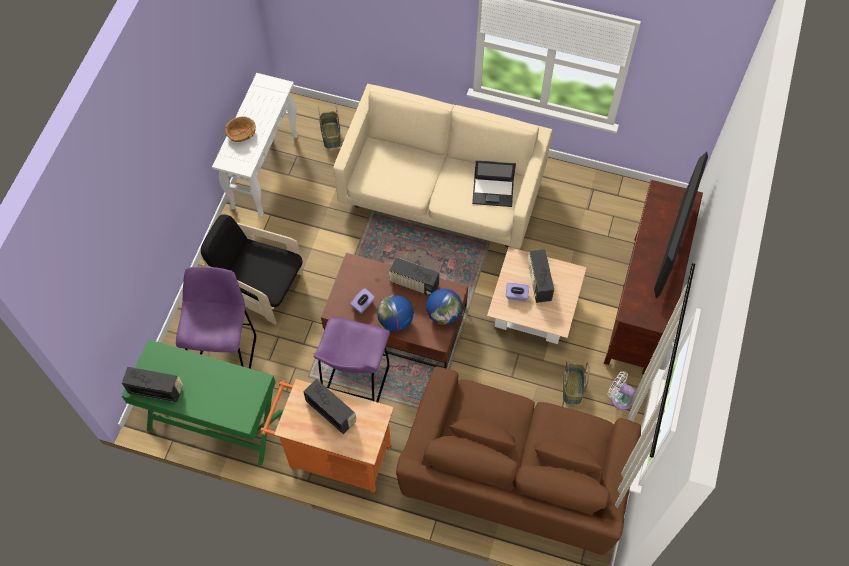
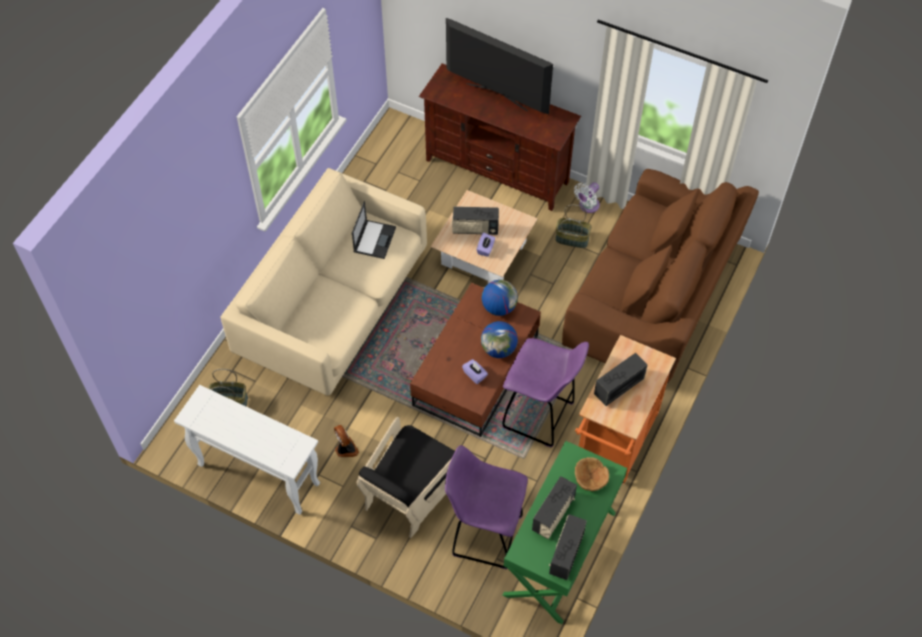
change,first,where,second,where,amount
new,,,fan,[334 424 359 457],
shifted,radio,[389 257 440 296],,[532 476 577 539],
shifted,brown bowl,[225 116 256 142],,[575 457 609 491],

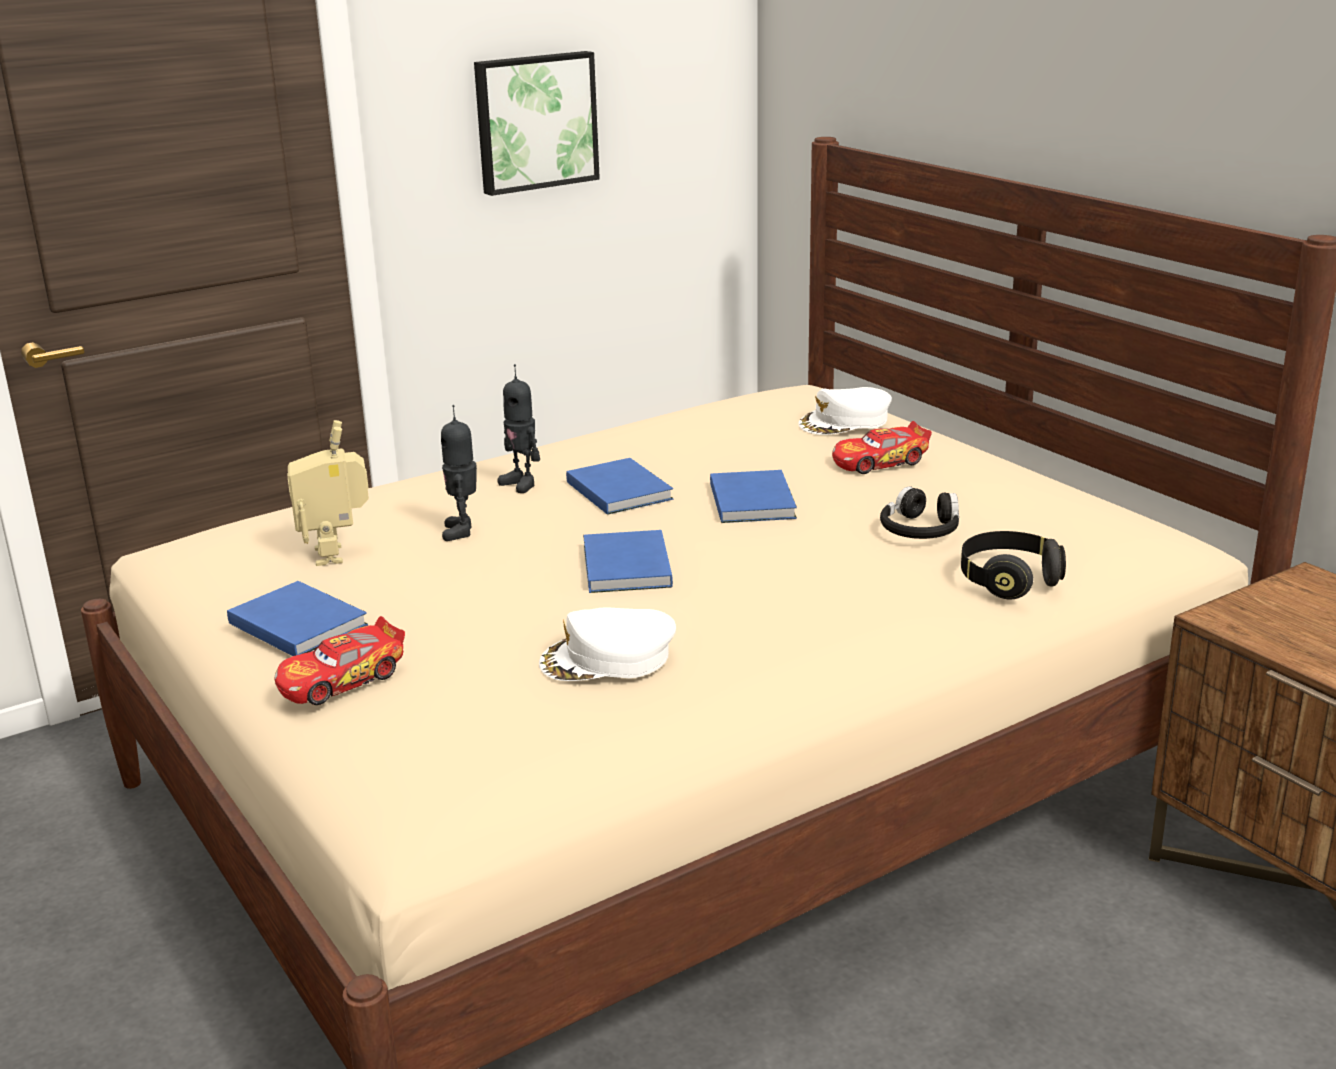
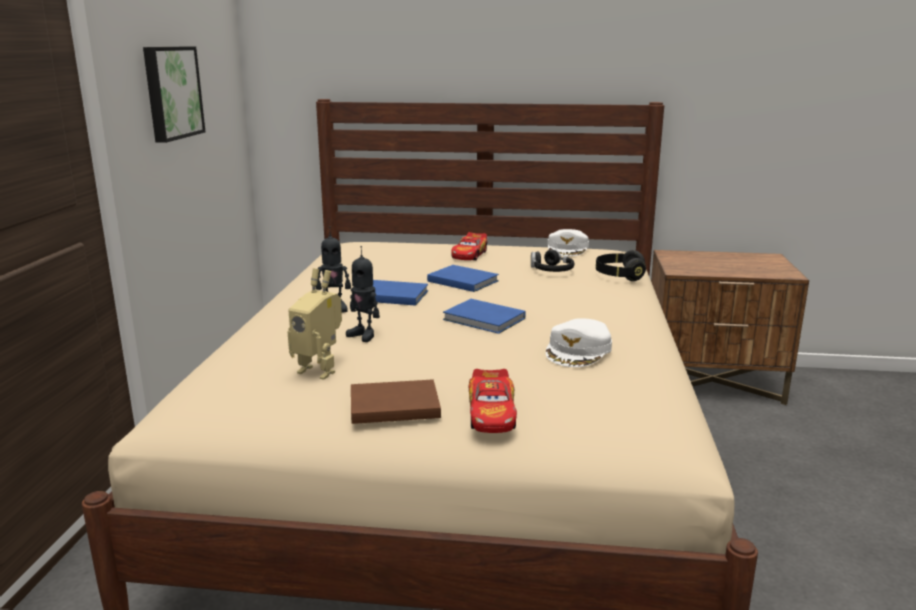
change,first,where,second,where,amount
repainted,blue book,[227 581 368 656],brown book,[351 379 441 424],
shifted,white cap,[798 387 892 435],,[548 229 589 256],

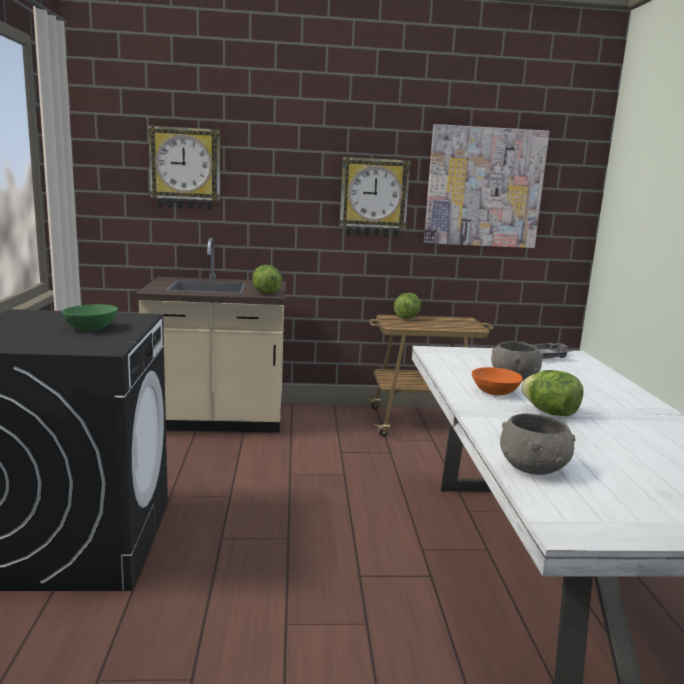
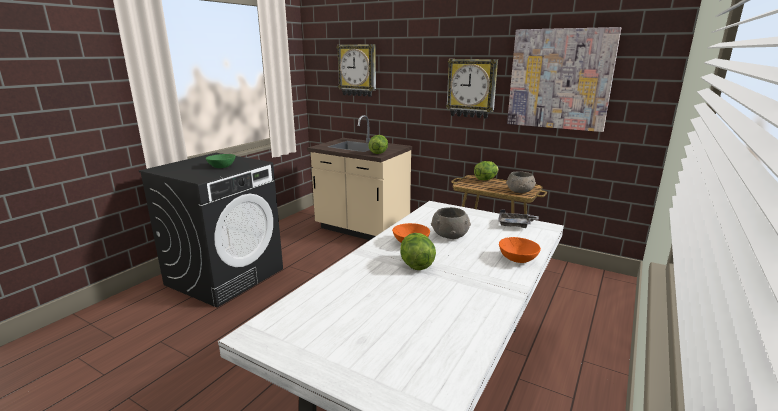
change,first,where,second,where,amount
new,,,orange bowl,[499 237 541 263],
shifted,grey bowl,[500 413 575 475],,[506 172 536 193],

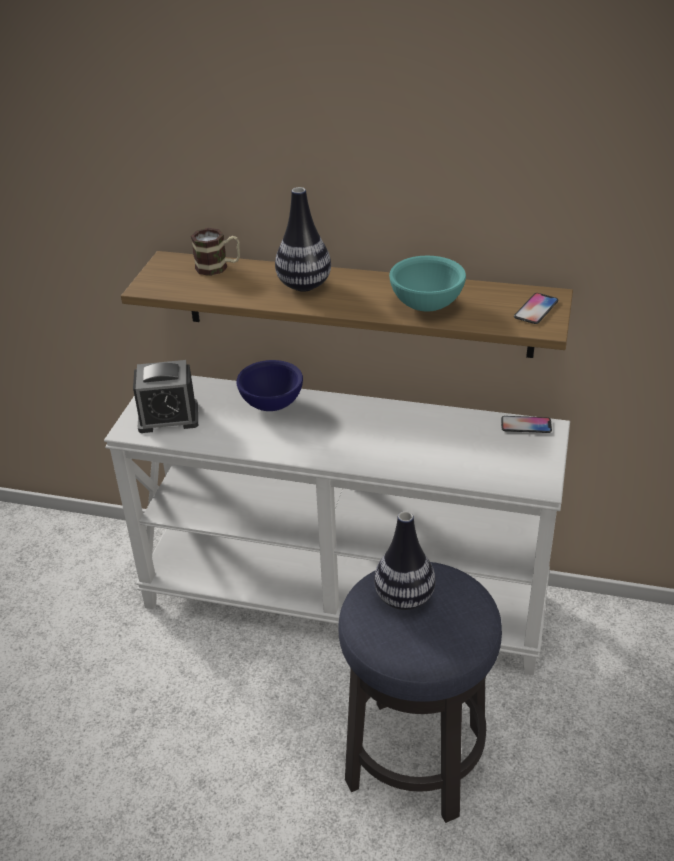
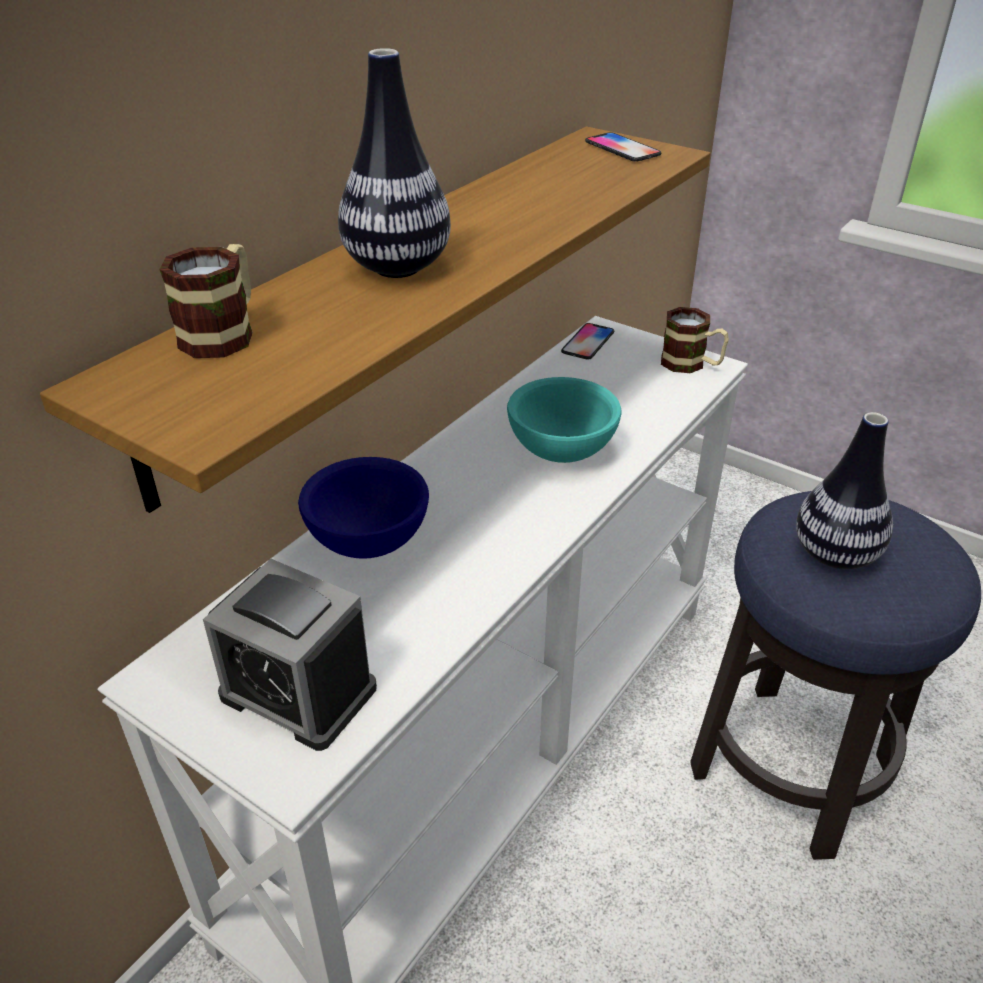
change,first,where,second,where,amount
rotated,alarm clock,[133 360 198 433],,[203 559 377 751],105 degrees clockwise
shifted,turquoise bowl,[389 256 466 312],,[507 377 622 463],
new,,,mug,[661 307 729 373],

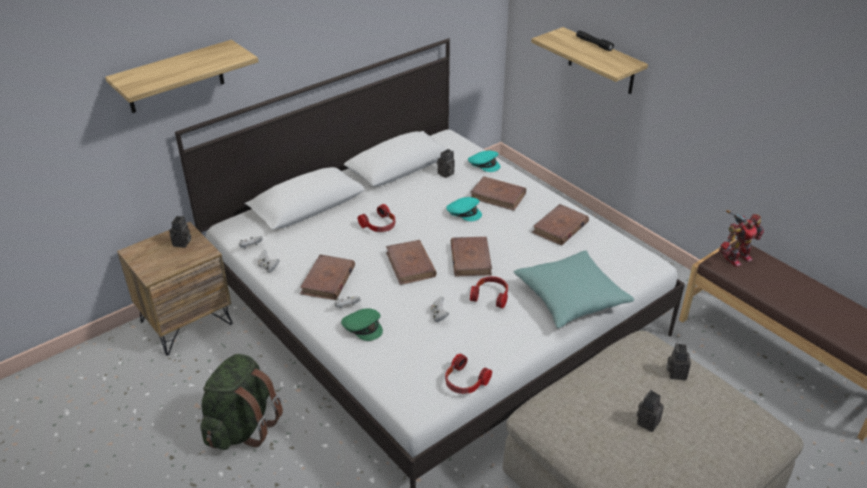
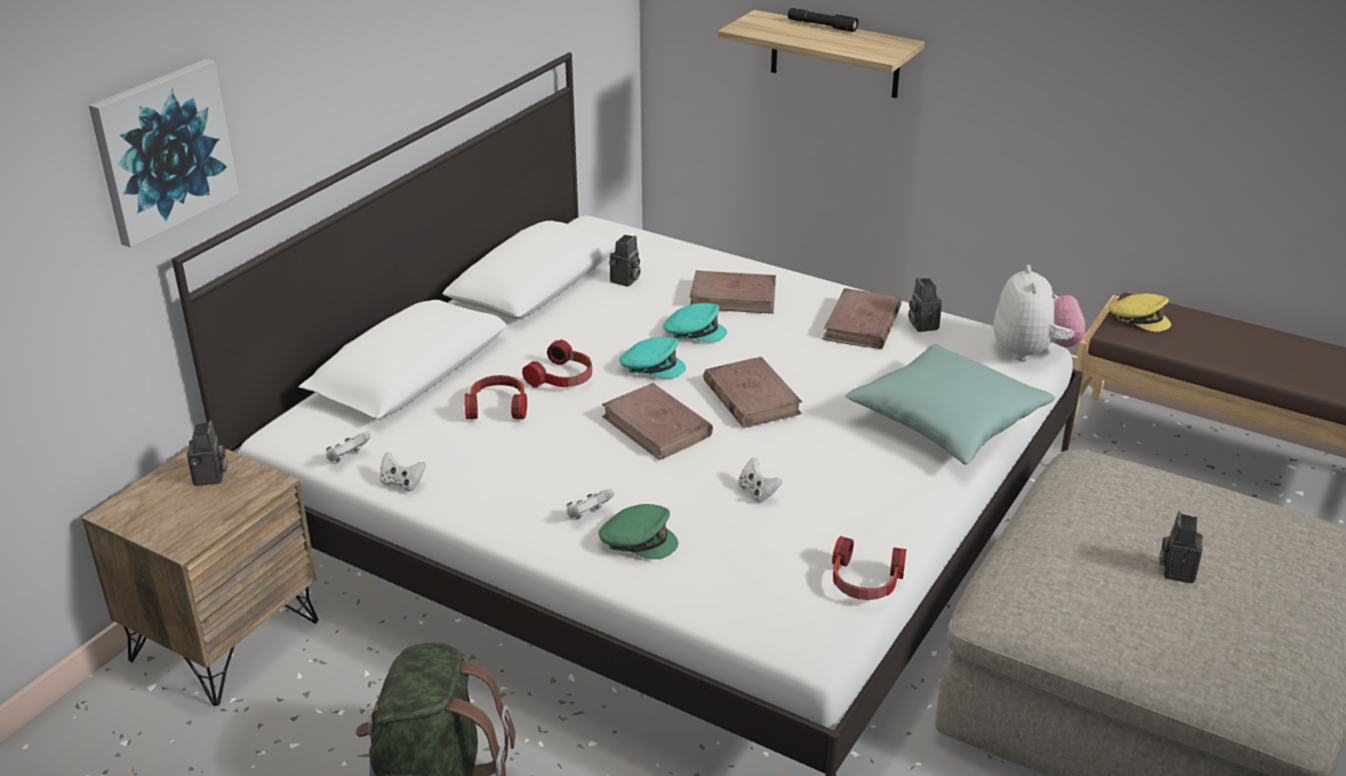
change,first,where,second,where,amount
swapped,shelf,[105 40 259 113],picture,[89 59 239 248],
shifted,headphones,[470 276 508 308],,[465 375 527 419],
shifted,turquoise cap,[468 150 500 172],,[619 337 686 379],
shifted,photo camera,[666 343 691 380],,[908 277 942 332],
new,,,plush toy,[994 265 1085 361],
swapped,toy robot,[719 210 764 267],yellow cap,[1109 293 1171 332],
gone,brown book,[300 255 355 300],,,

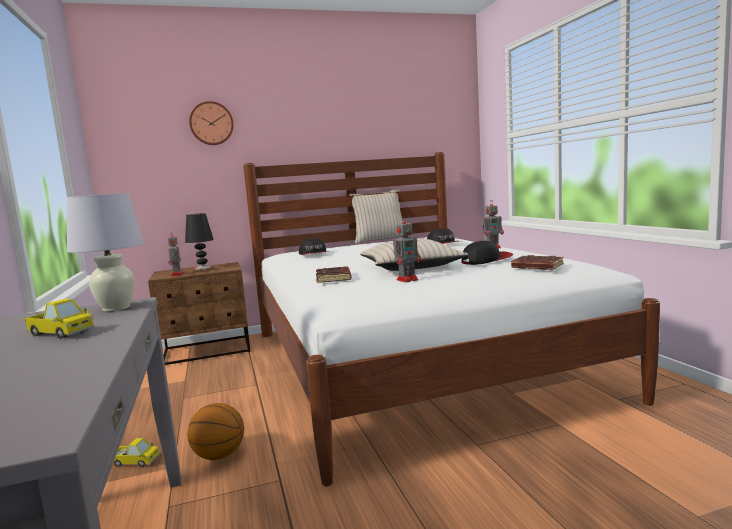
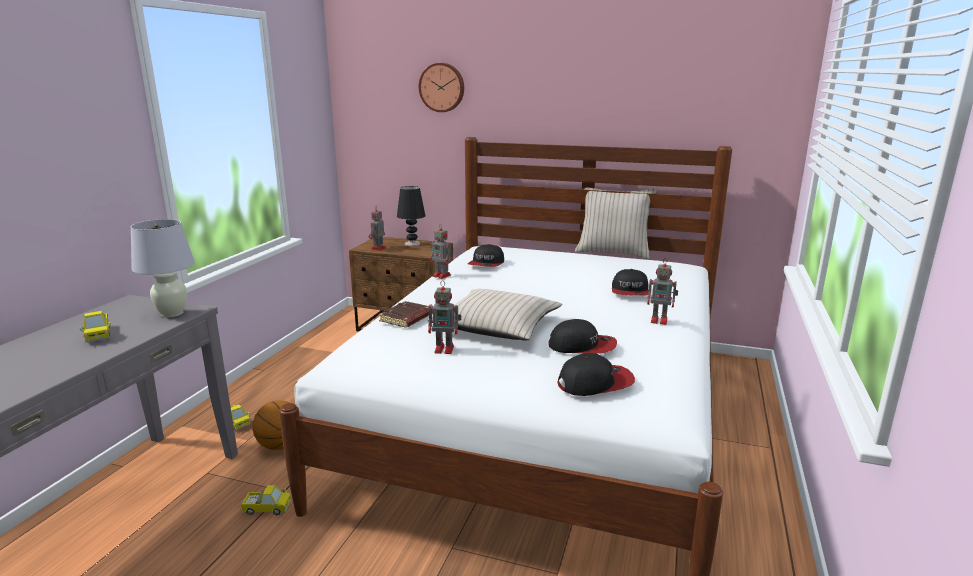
change,first,where,second,where,amount
new,,,toy truck,[241 485 292 515],
new,,,toy robot,[429 225 453 279],
swapped,brown book,[511 255 564 270],cap,[557 353 635 396],

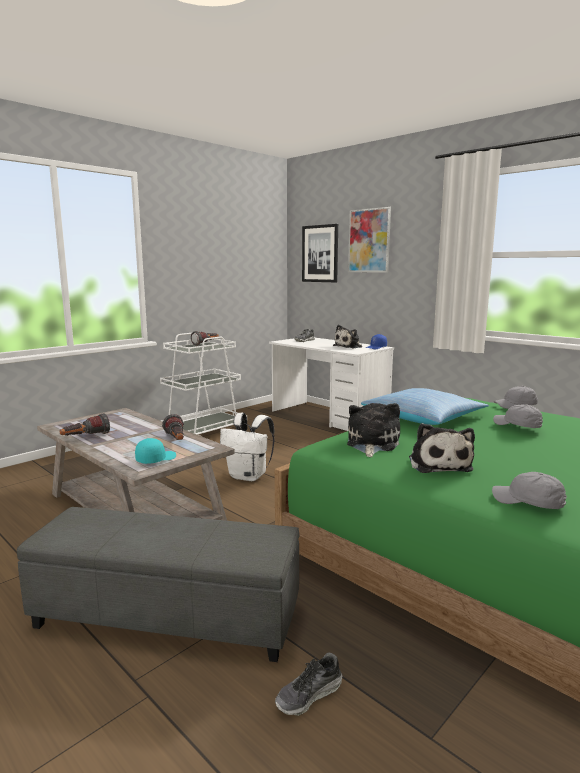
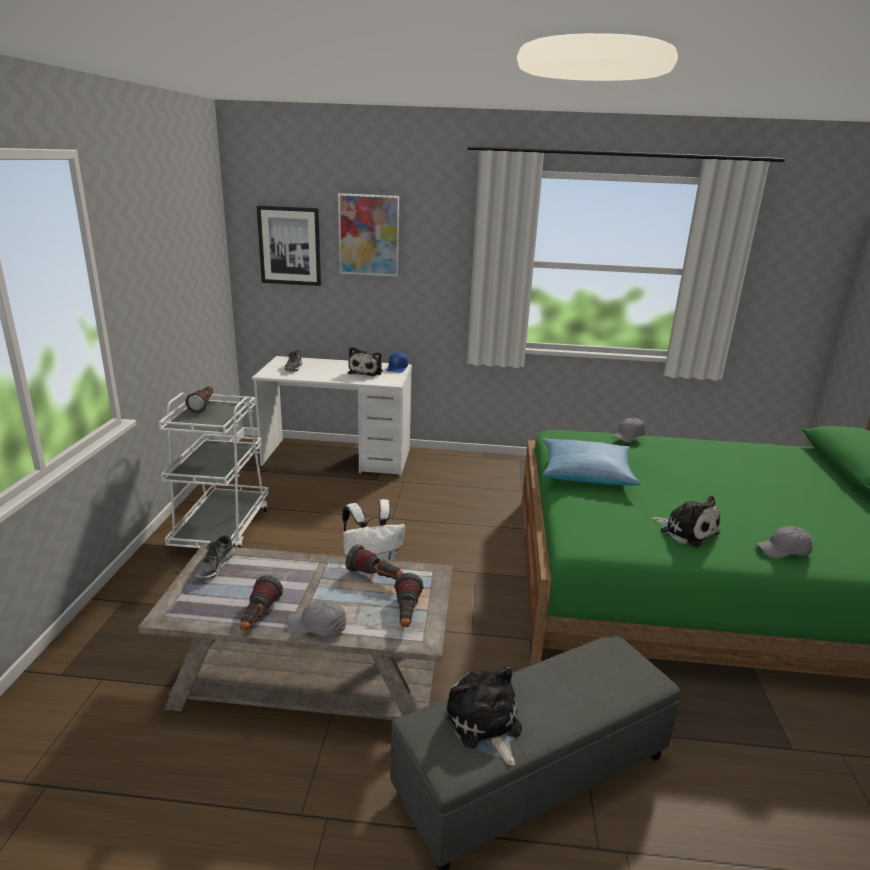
change,first,where,second,where,amount
shifted,shoe,[275 652 342 716],,[193 534 235 580],
shifted,grey cap,[493 404 543 428],,[287 600 347 636],
swapped,turquoise cap,[135 438 176 464],flashlight,[394 573 424 627],
shifted,plush toy,[347 403 400 457],,[446 666 522 765],

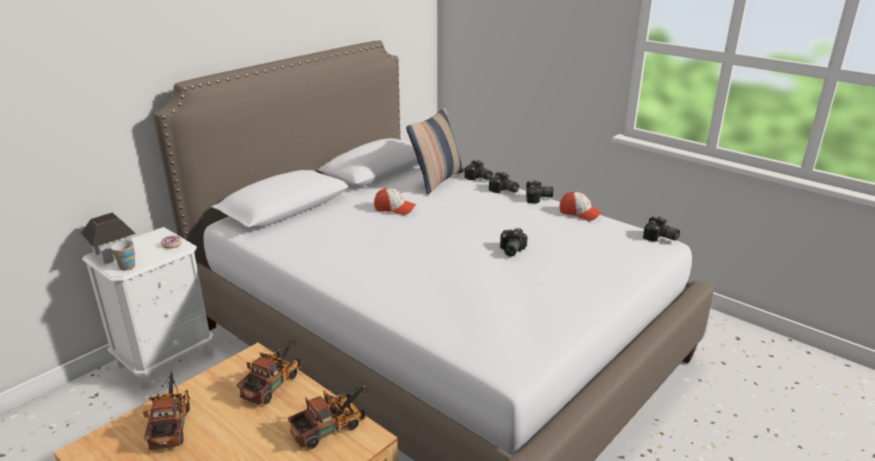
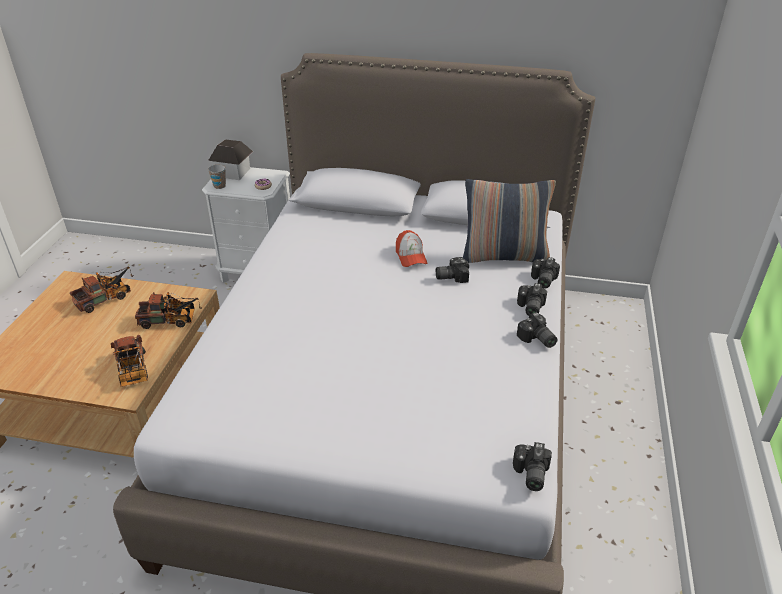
change,first,where,second,where,amount
rotated,toy truck,[288 384 369 449],,[111 335 148 387],45 degrees clockwise
shifted,photo camera,[500 228 528 257],,[436 257 469 283],
gone,cap,[559 191 602 221],,,

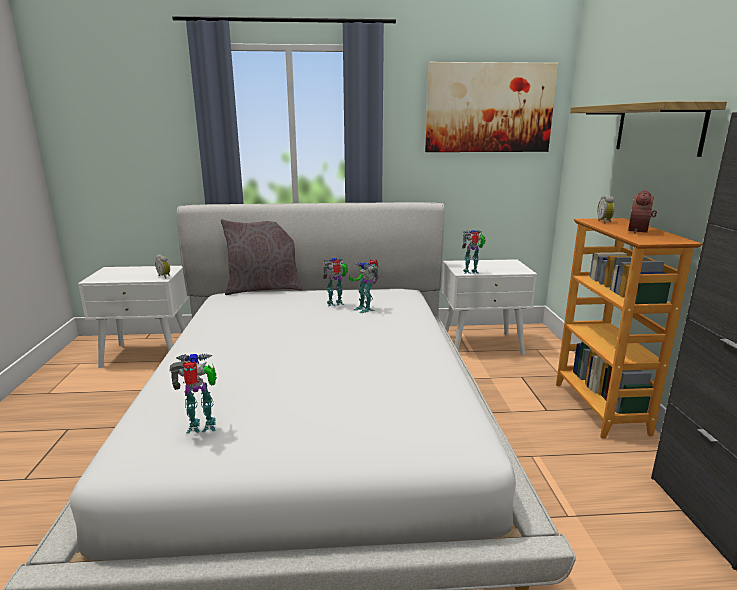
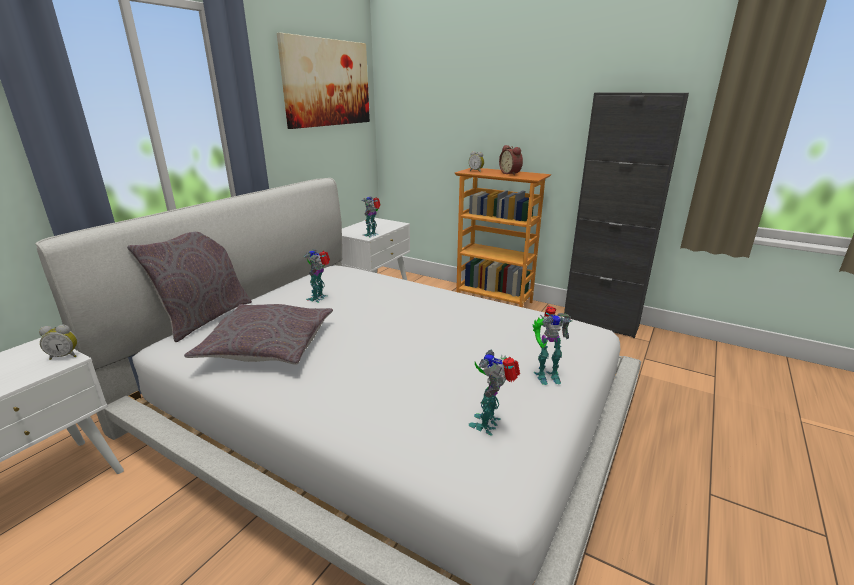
change,first,where,second,where,amount
new,,,grey pillow,[184 304 333 365],
shifted,toy robot,[349 260 379 313],,[533 306 572 385],
gone,shelf,[570 101 727 157],,,

